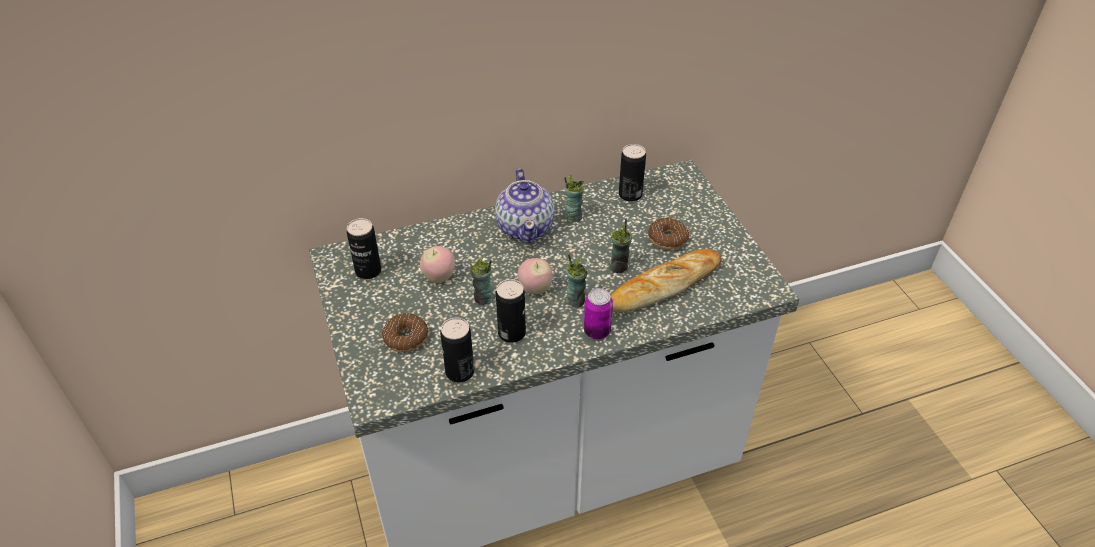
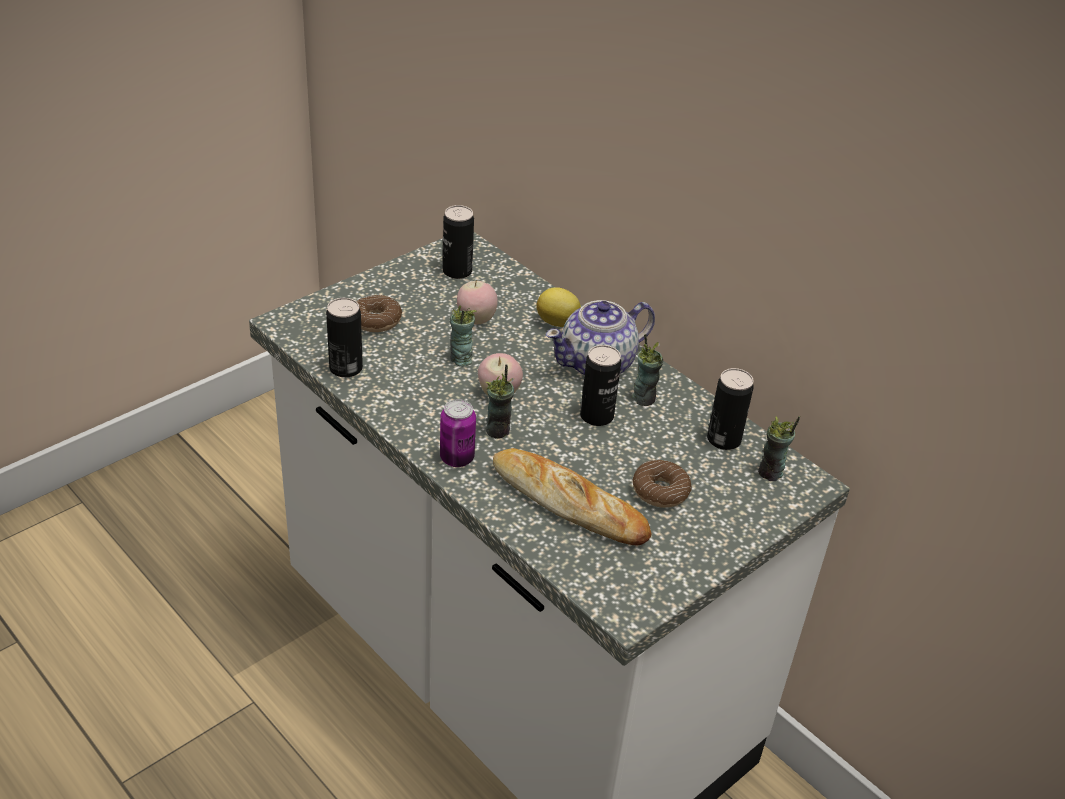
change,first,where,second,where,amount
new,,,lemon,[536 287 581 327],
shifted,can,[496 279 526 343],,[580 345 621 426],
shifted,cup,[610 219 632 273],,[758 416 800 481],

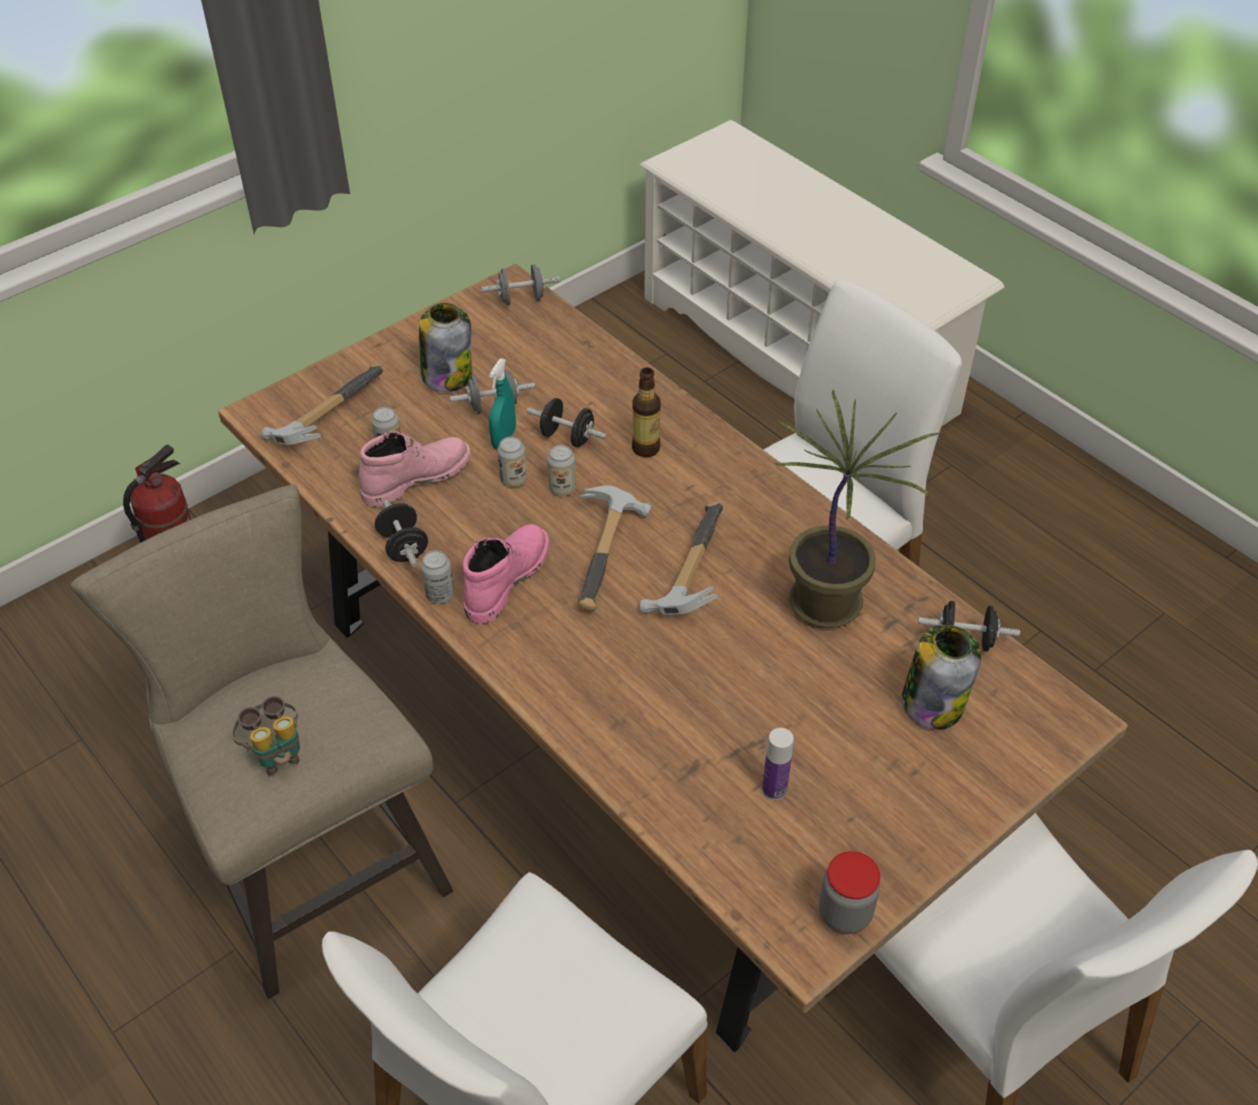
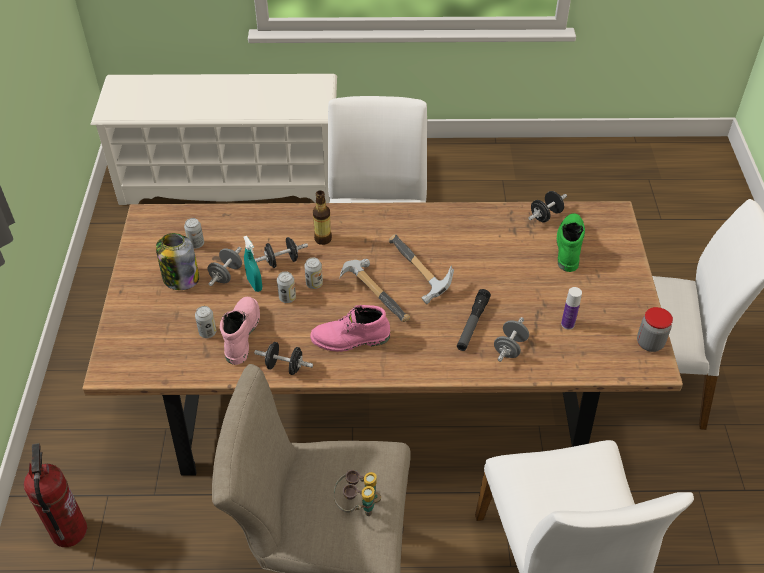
change,first,where,second,where,amount
shifted,can,[421 550 454 604],,[184 218 204 249],
rotated,pink boot,[463 524 549 624],,[310 305 390 352],75 degrees counterclockwise
new,,,flashlight,[457 289 491 351],
shifted,grey dumbbell,[481 264 560 305],,[494 317 529 362],
swapped,jar,[902 625 981 730],green boot,[557 214 585 272],
gone,hammer,[261 364 383 445],,,
gone,potted plant,[773 390 941 628],,,

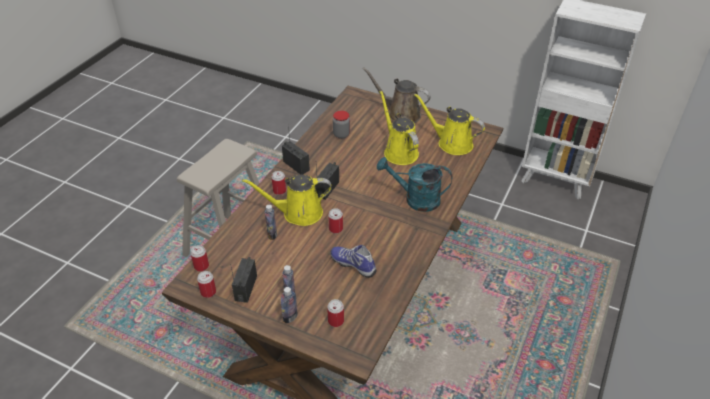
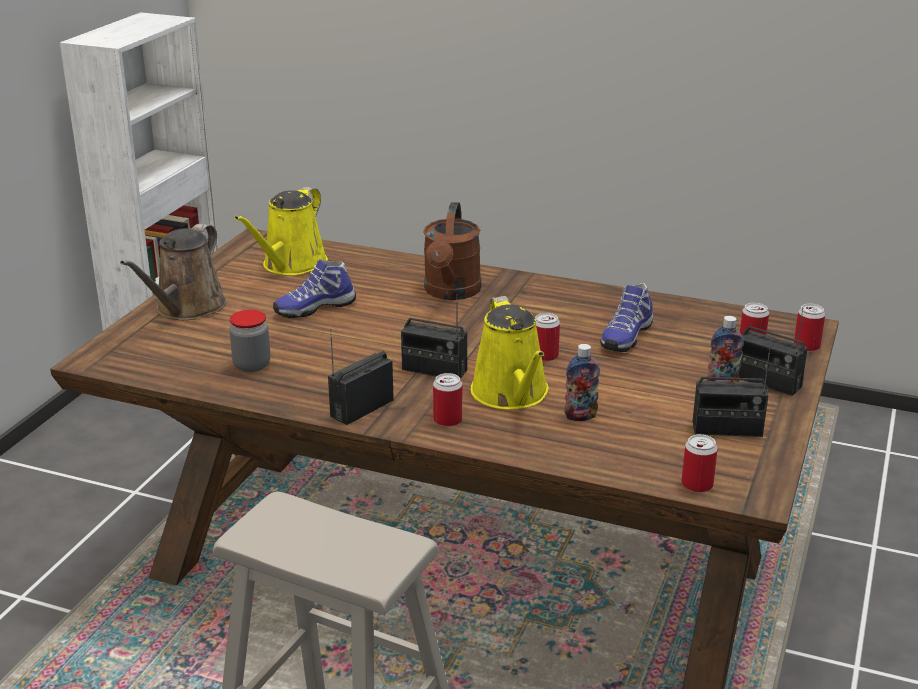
change,first,where,second,where,amount
swapped,yellow watering can,[380 91 419 165],shoe,[273 259 356 319],
repainted,turquoise watering can,[377 157 452 212],brown watering can,[423 202 481 300],
swapped,bottle,[281 287 298 324],radio,[739 308 808 396],
shifted,can,[197 271 216 298],,[794 304 825 352],

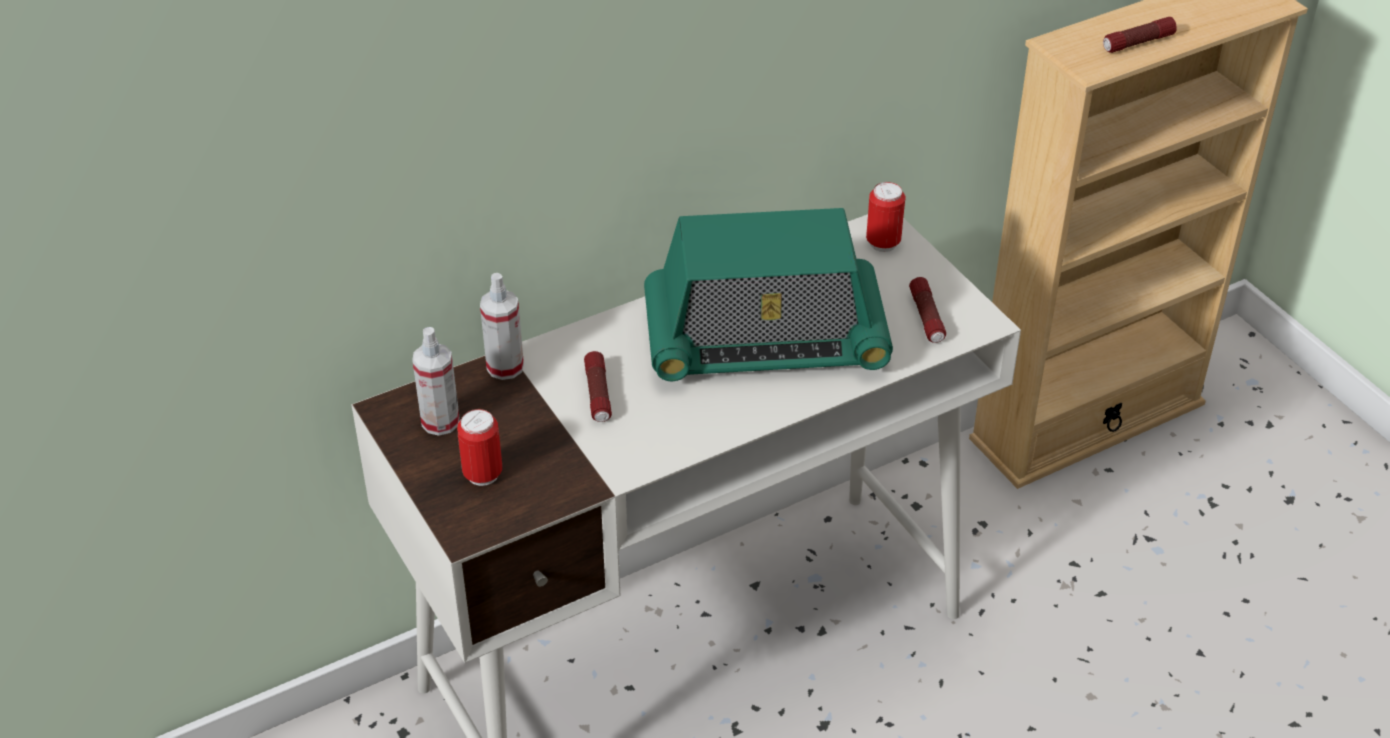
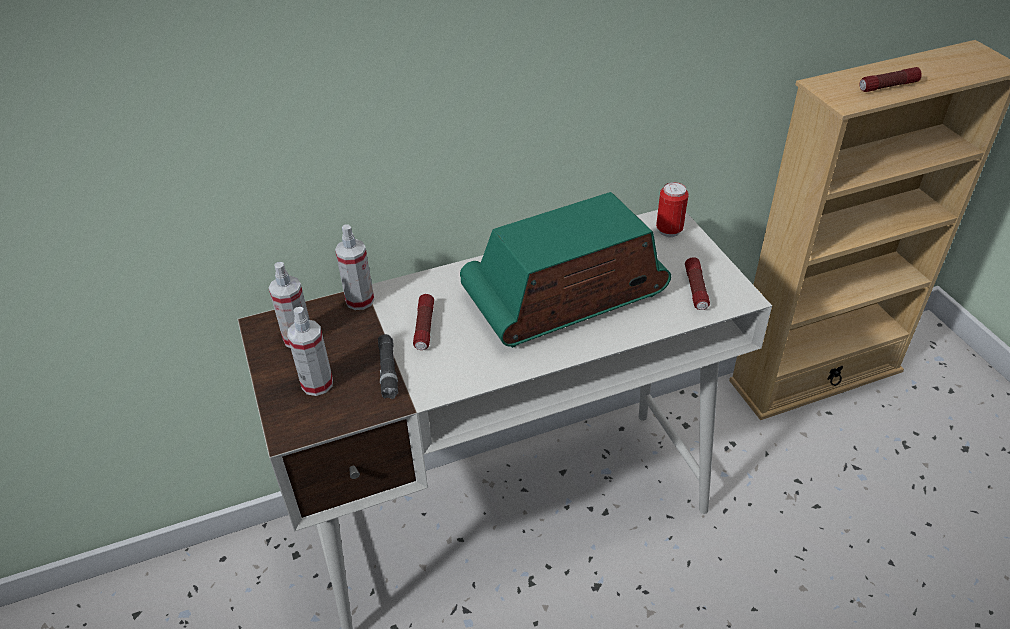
change,first,where,second,where,amount
swapped,can,[457 409 502 486],spray bottle,[287 307 333 396],
new,,,black flashlight,[378 334 398 399],
rotated,radio,[644 208 893 381],,[460 192 671 348],150 degrees clockwise

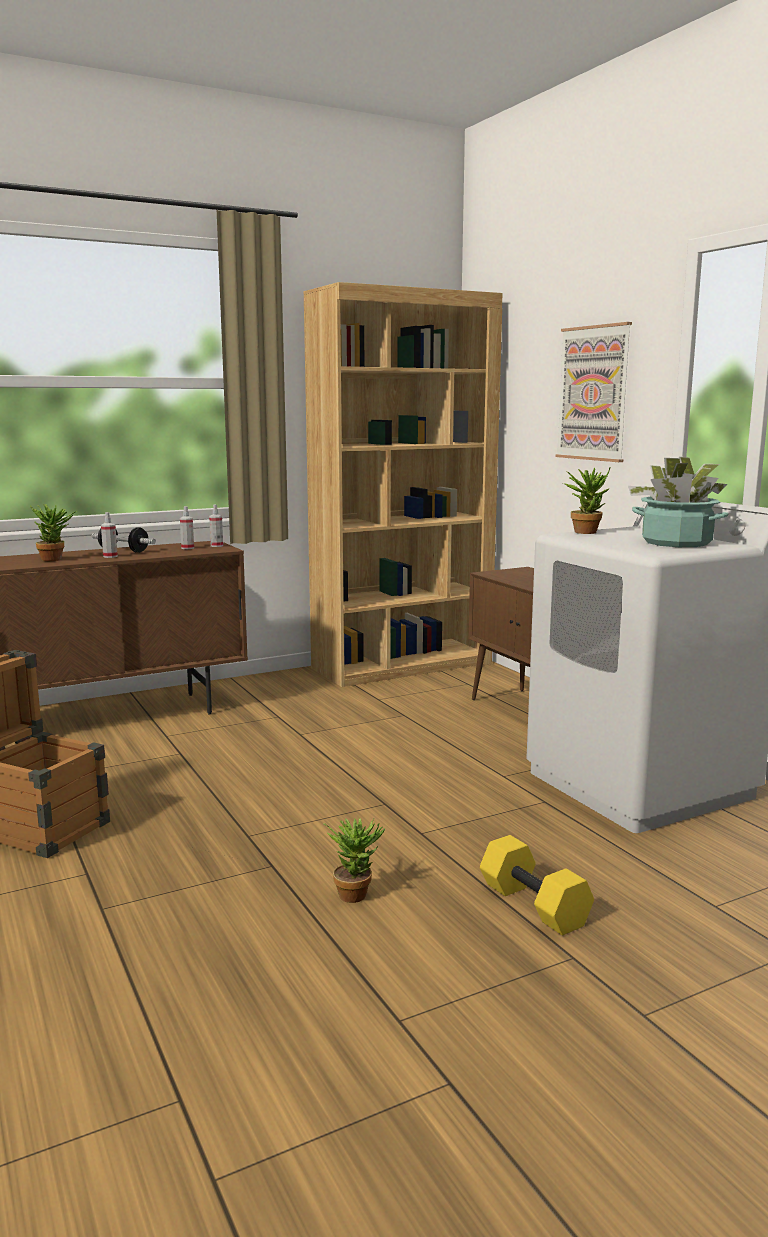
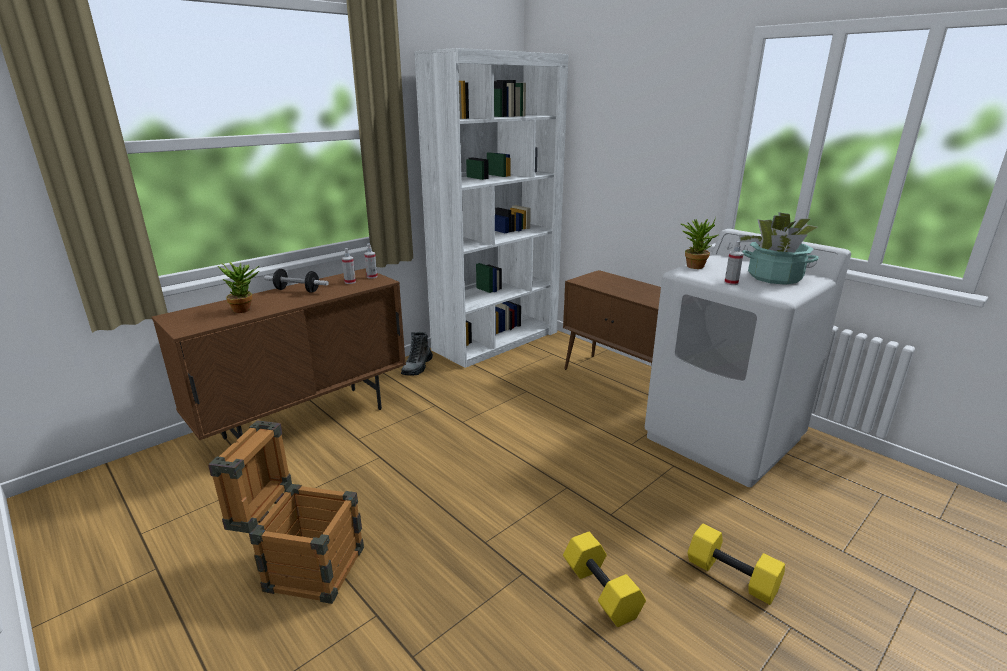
change,first,where,second,where,amount
new,,,boot,[401 332 433 376],
repainted,brown bookcase,[303 282 502 687],white bookcase,[414 48 568 368],
swapped,potted plant,[323 818 386 903],yellow dumbbell,[563 532 646 627],
shifted,spray bottle,[101 512 118 558],,[724 241 744 285],
gone,picture,[555 322 632 462],,,

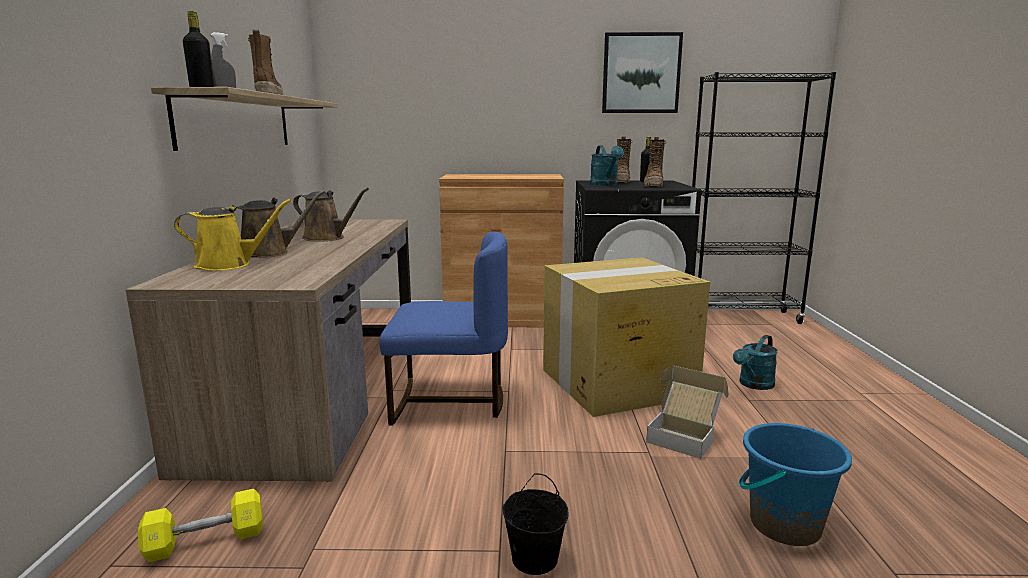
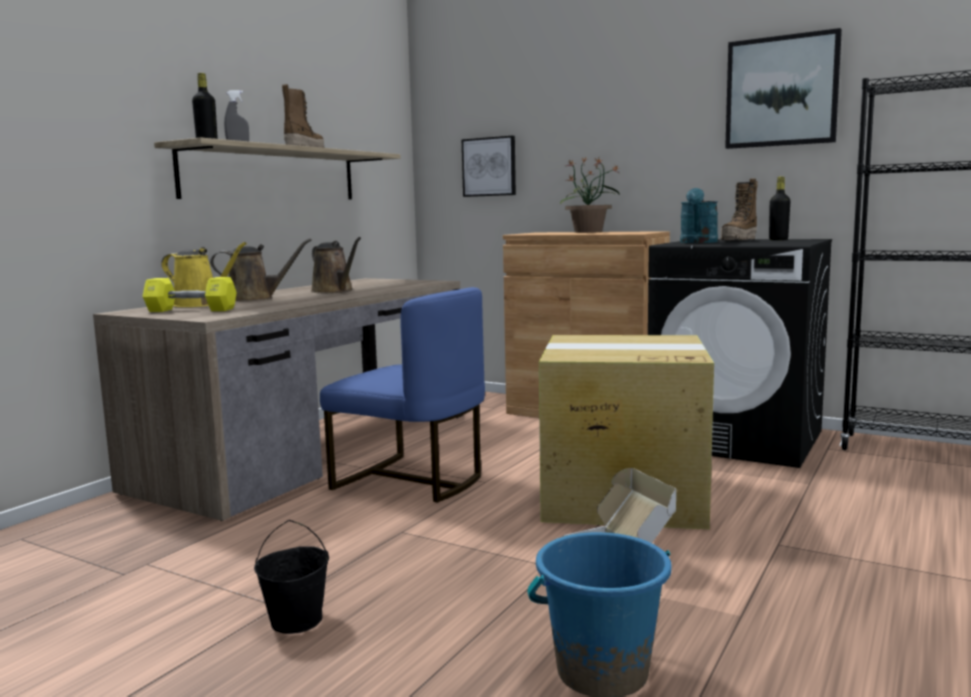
change,first,where,second,where,amount
shifted,yellow dumbbell,[138 489 263 562],,[142 277 237 312],
new,,,picture,[462 136 516 197],
new,,,potted plant,[560 156 620 233],
gone,boot,[644 137 666 187],,,
gone,turquoise watering can,[733 335 778 390],,,

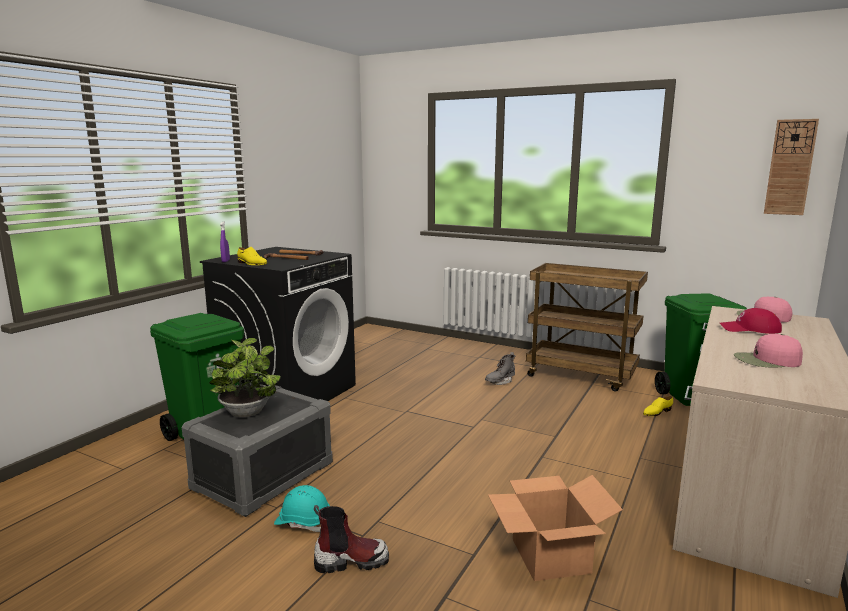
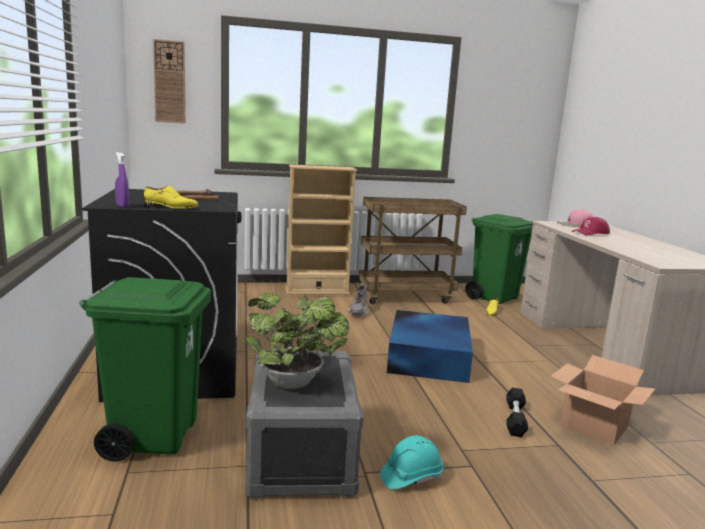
change,first,where,second,where,amount
shifted,wall clock,[764 119 819 215],,[153 39 186 123],
new,,,beige bookcase,[285 165 357 295],
new,,,blue storage box,[387 310 473 383],
new,,,black dumbbell,[506 387 528 437],
gone,boot,[313 505 389 573],,,
gone,pink cap,[734 334 803 368],,,

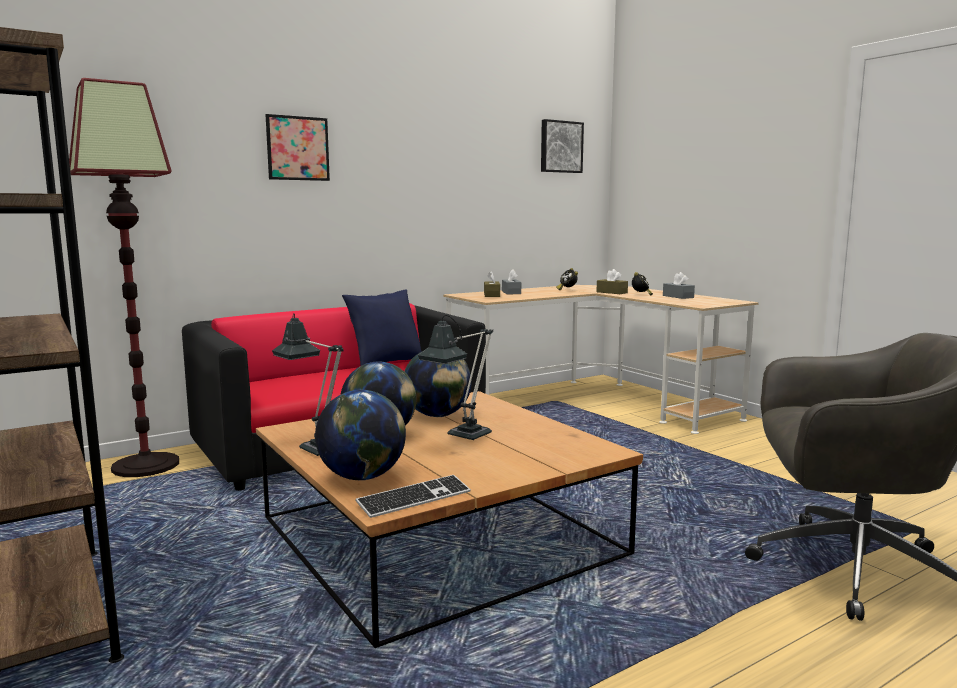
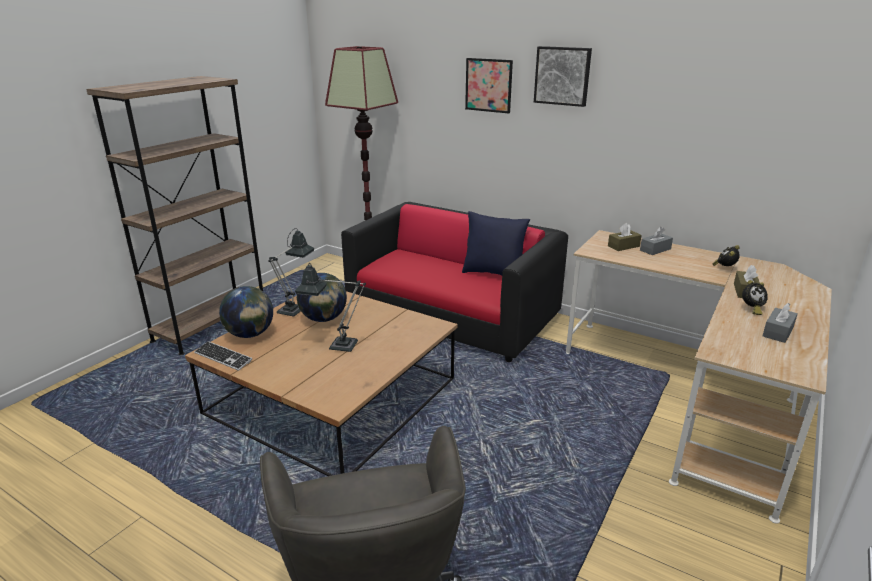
change,first,where,second,where,amount
shifted,picture,[541 119 584 173],,[534 46 592 107],
gone,globe,[404 352 472 417],,,

